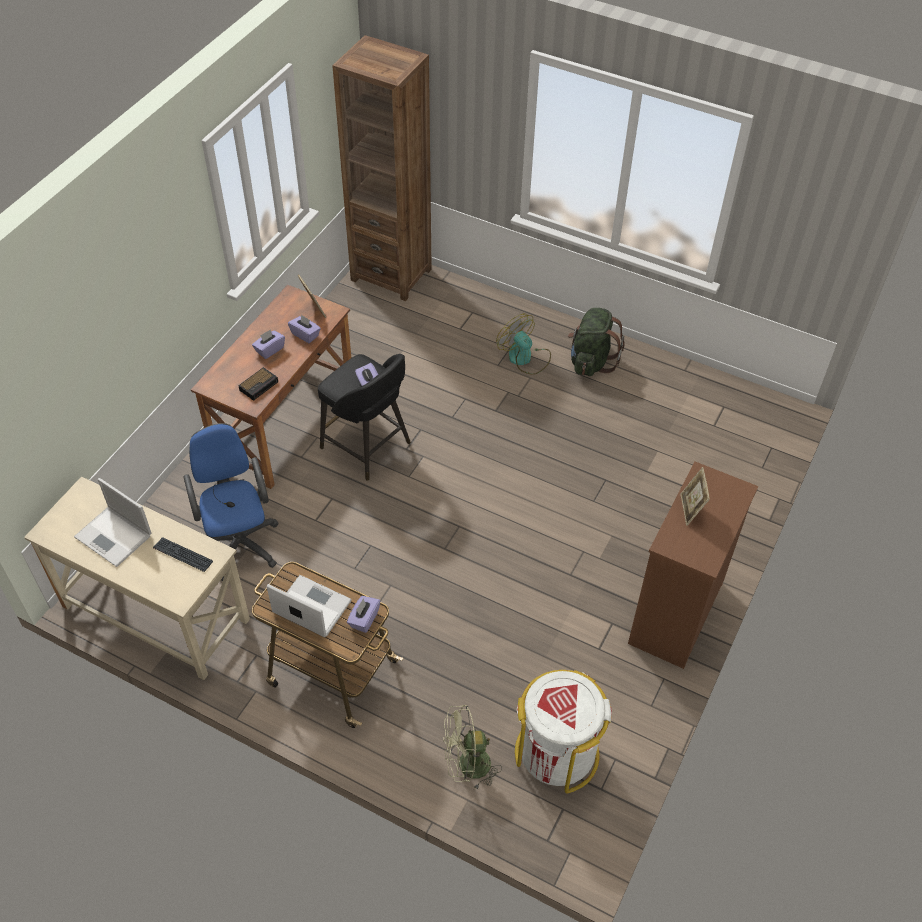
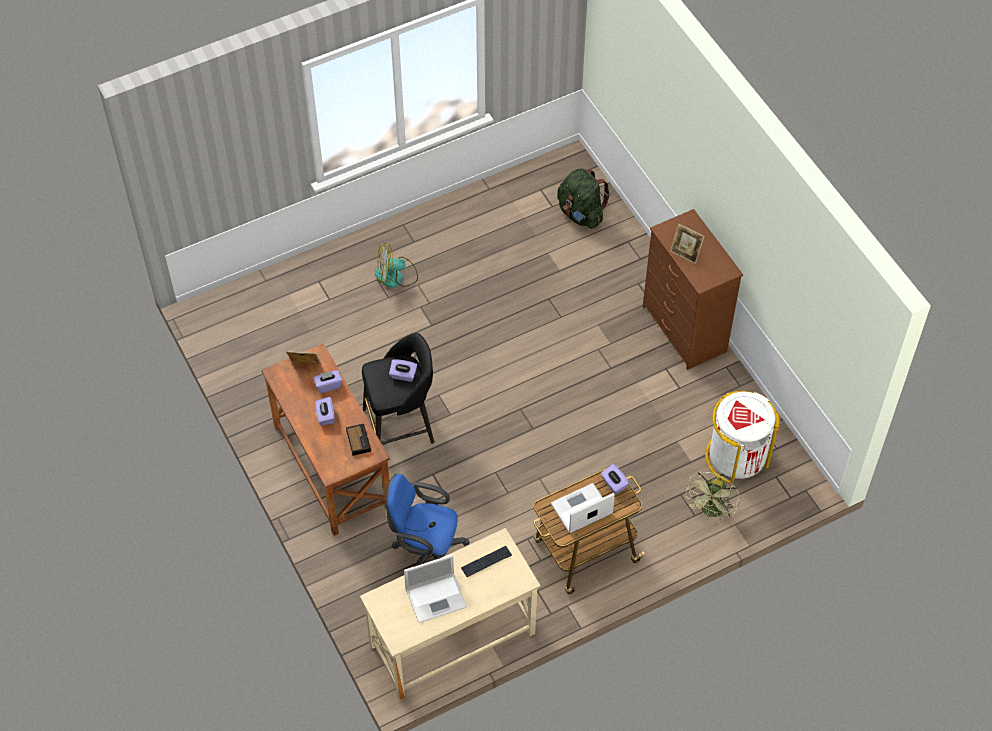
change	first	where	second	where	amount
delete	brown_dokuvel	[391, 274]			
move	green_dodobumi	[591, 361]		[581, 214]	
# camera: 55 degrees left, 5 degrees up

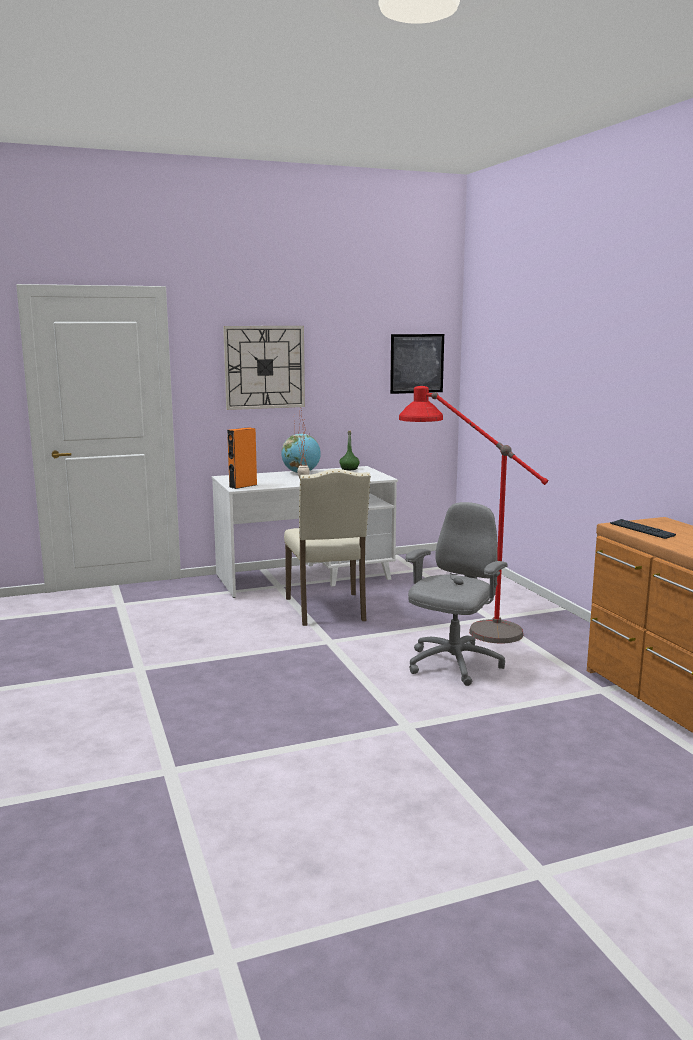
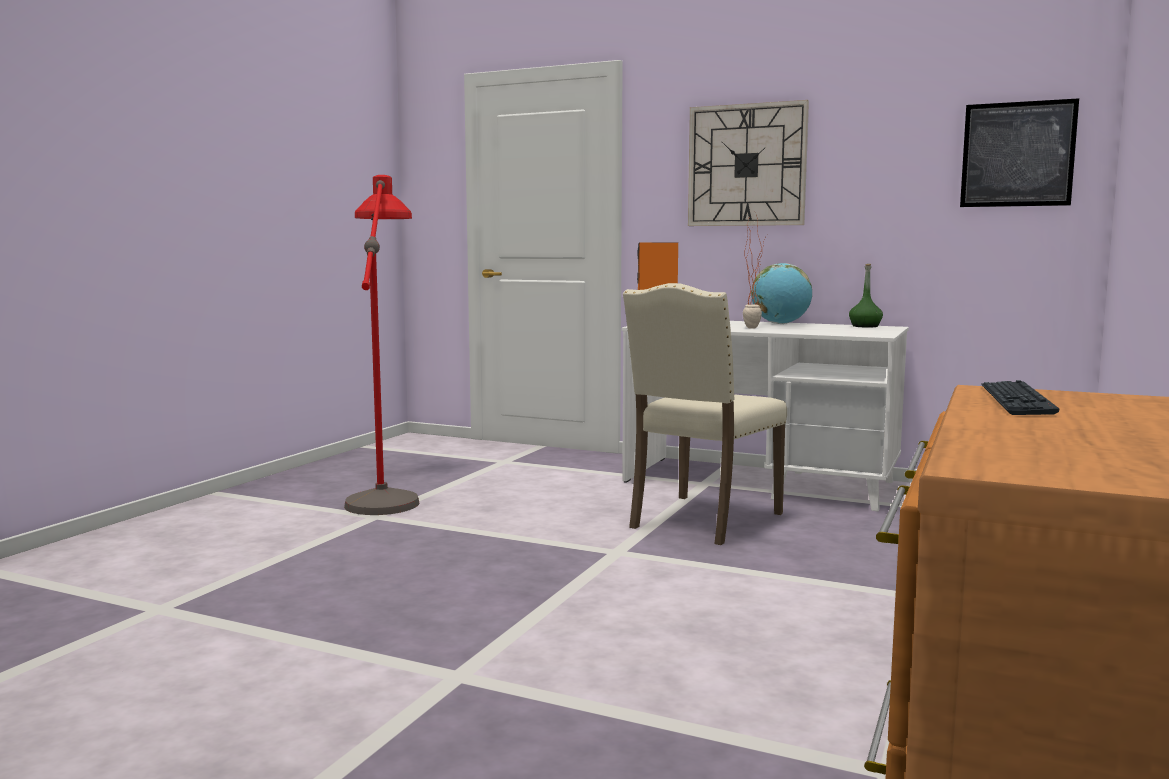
change	first	where	second	where	amount
move	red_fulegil	[462, 624]		[386, 490]	
delete	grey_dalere	[452, 665]			
# camera: 45 degrees right, 5 degrees down

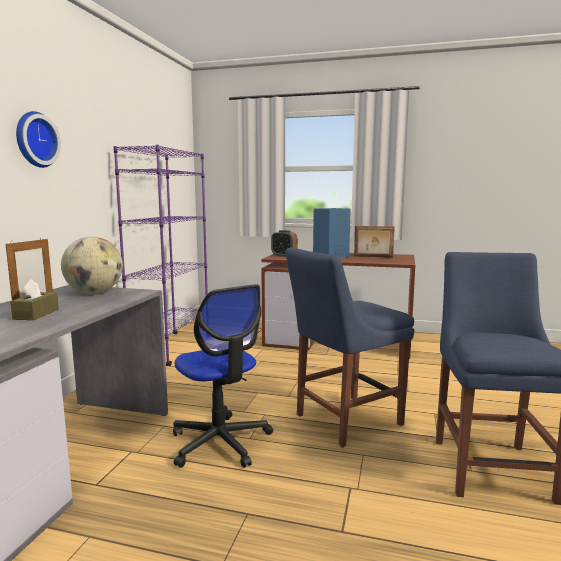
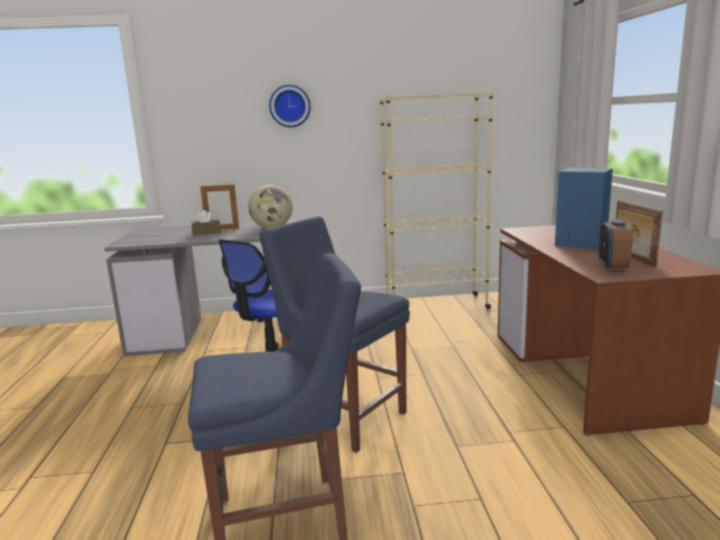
change	first	where	second	where	amount
recolor	purple_dokuvel	[171, 348]	beige_dokuvel	[436, 305]	
move	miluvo	[284, 256]		[612, 266]	
# camera: 70 degrees right, 5 degrees up

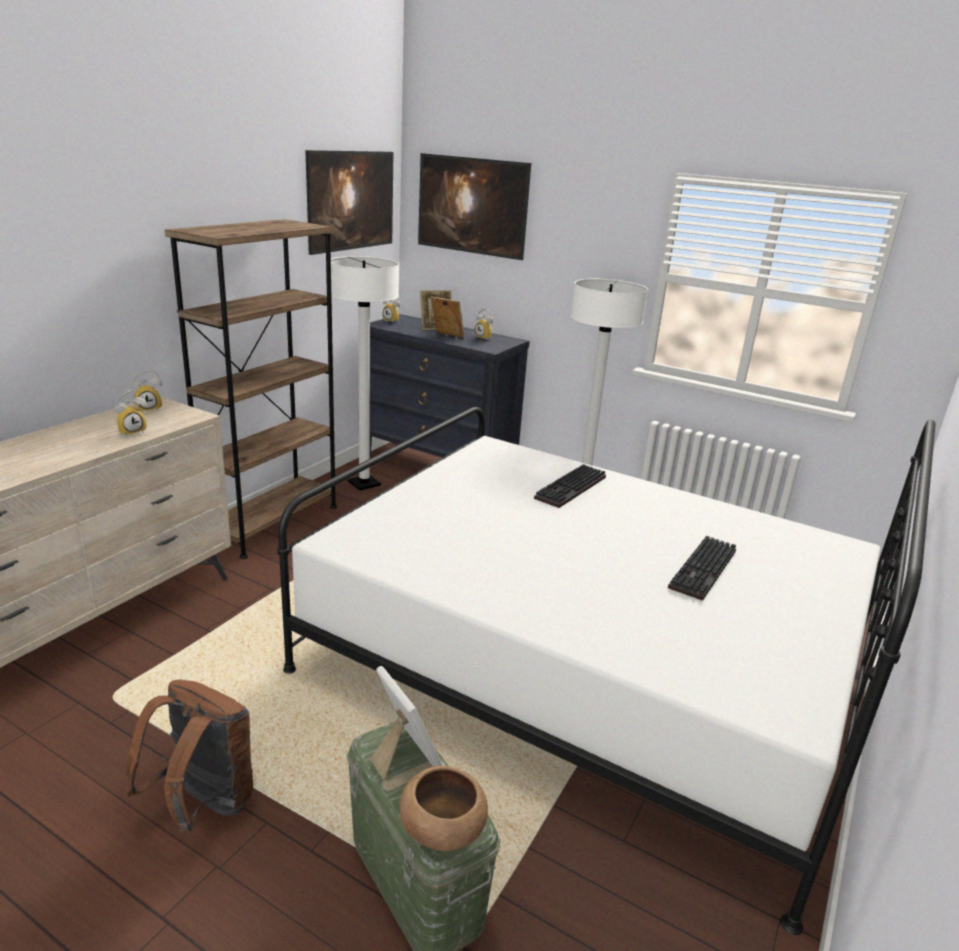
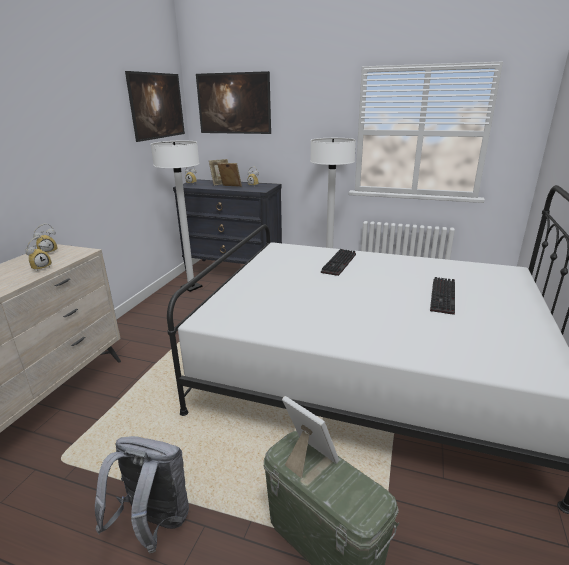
change	first	where	second	where	amount
recolor	brown_dodobumi	[203, 805]	grey_dodobumi	[154, 524]	
delete	brown_dokuvel	[272, 522]			
delete	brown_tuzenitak	[443, 829]			
# camera: 10 degrees left, 0 degrees up

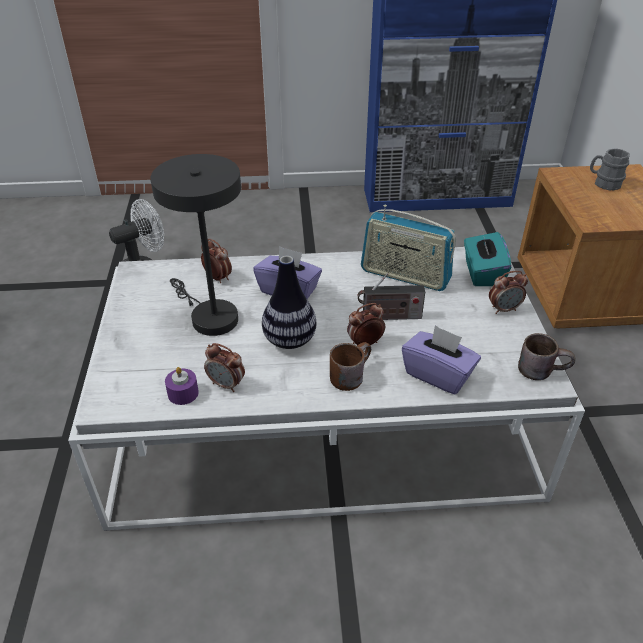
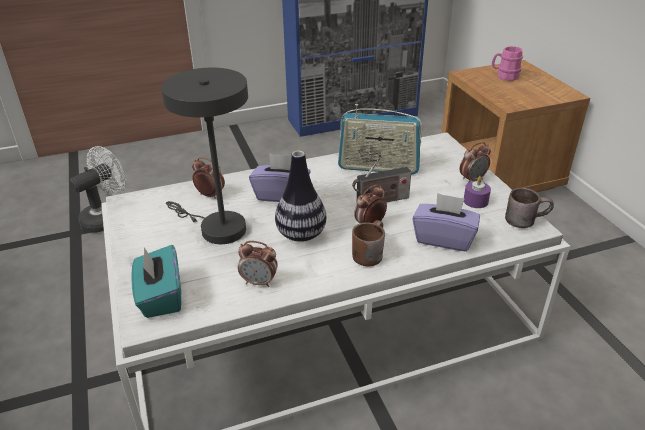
change	first	where	second	where	amount
move	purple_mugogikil	[183, 393]		[475, 201]	
move	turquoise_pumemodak	[482, 273]		[160, 297]	
recolor	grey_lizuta	[604, 183]	pink_lizuta	[504, 76]	
# camera: 15 degrees left, 5 degrees down

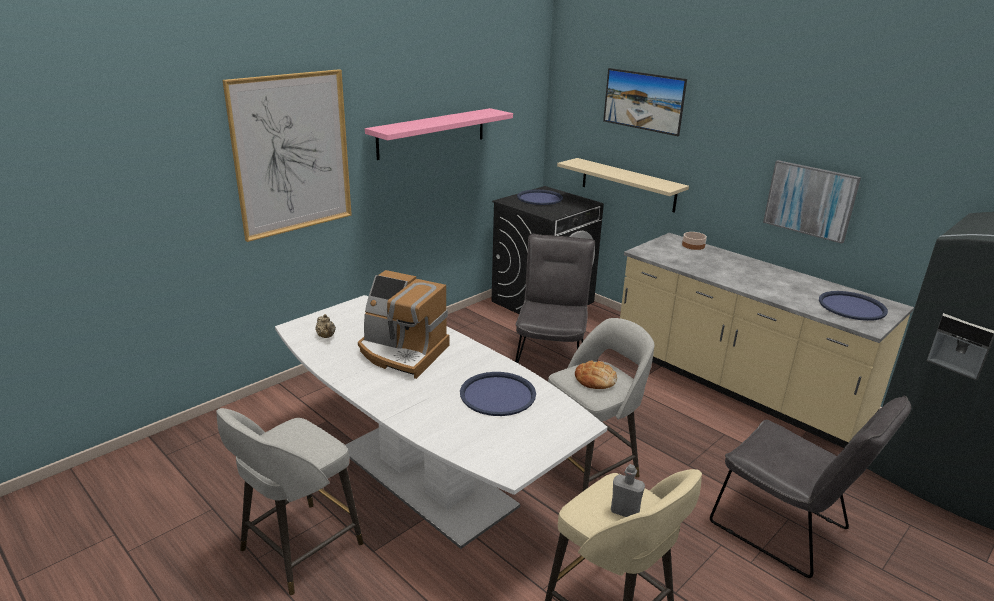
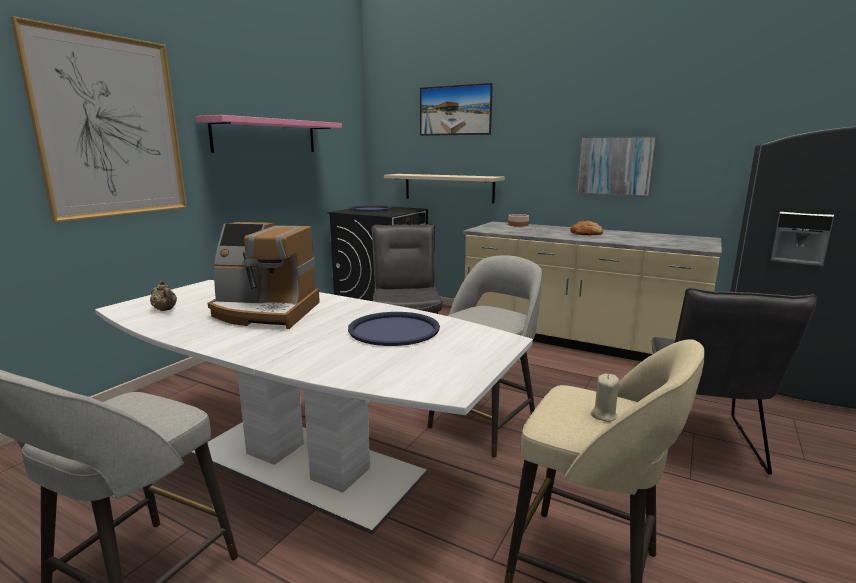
change	first	where	second	where	amount
move	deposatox	[595, 379]		[586, 233]	
replace	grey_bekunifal	[624, 512]	beige_mugogikil	[603, 415]	
rotate	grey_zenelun	[787, 531]		[700, 443]	75 degrees clockwise
delete	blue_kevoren	[851, 307]			
# camera: 15 degrees left, 10 degrees down

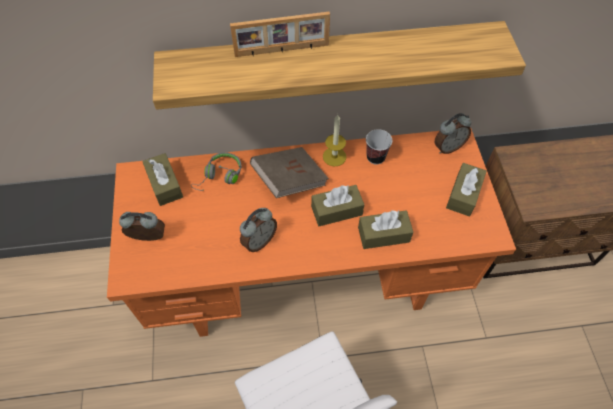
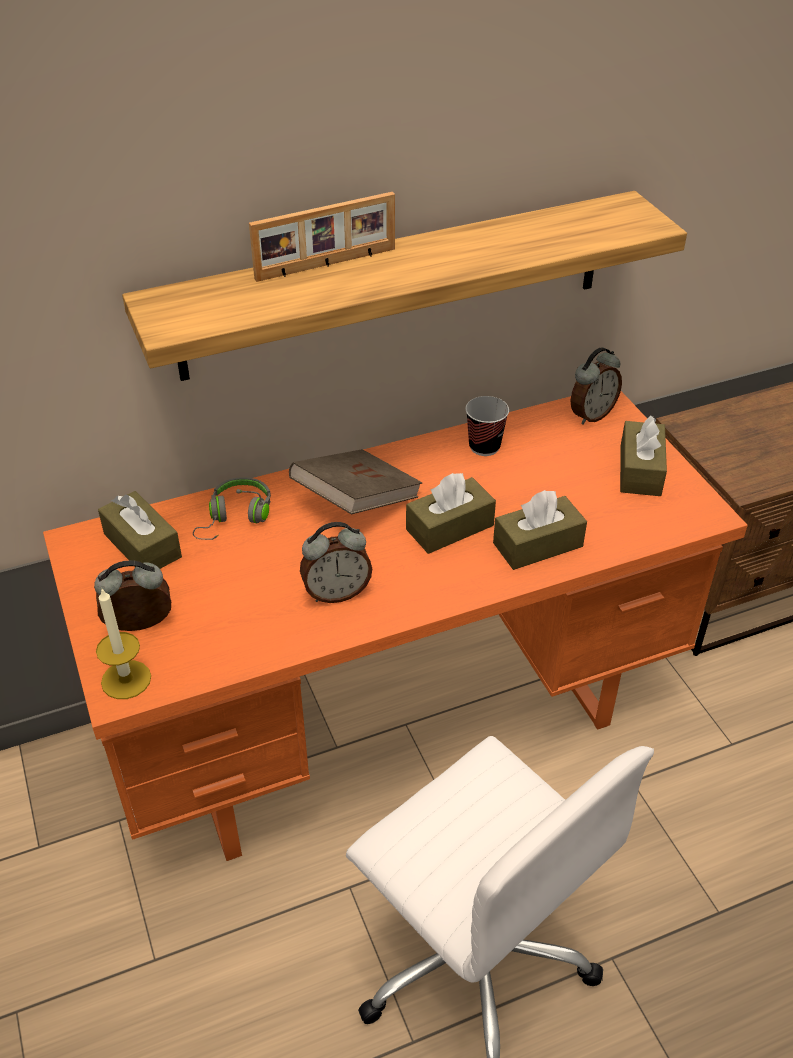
change	first	where	second	where	amount
rotate	miluvo	[259, 241]		[336, 592]	45 degrees clockwise
move	mugogikil	[334, 156]		[126, 679]	
# camera: 15 degrees left, 15 degrees down

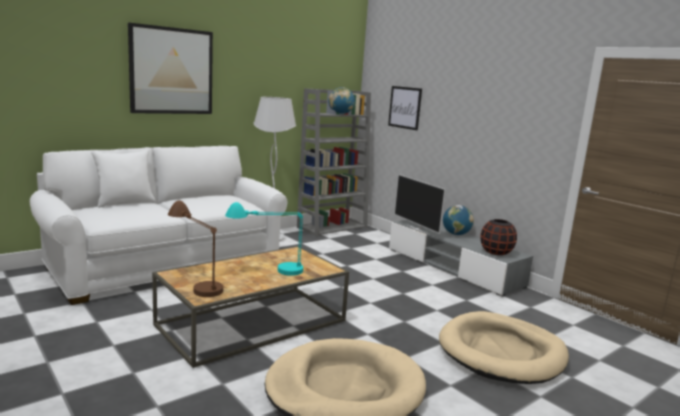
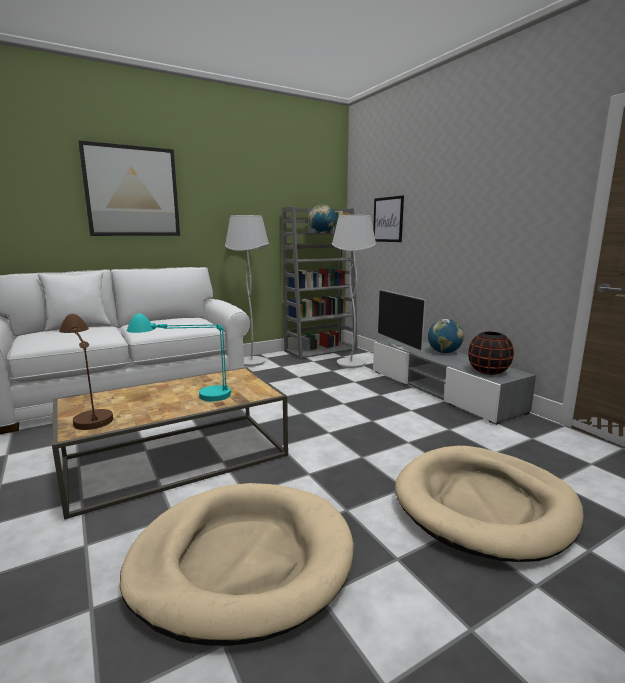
change	first	where	second	where	amount
insert			white_fulegil	[351, 364]	
# camera: 10 degrees right, 0 degrees up

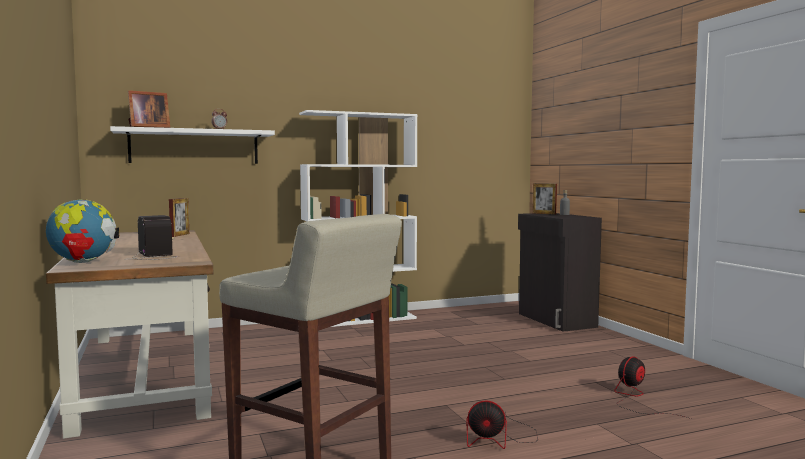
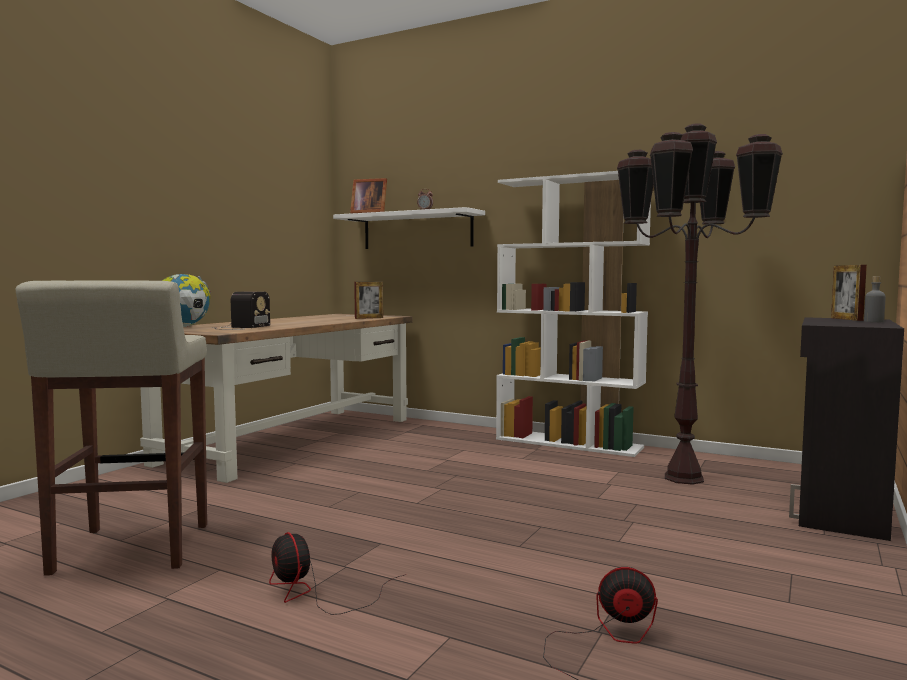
change	first	where	second	where	amount
insert			brown_fulegil	[682, 478]	
# camera: 50 degrees right, 0 degrees up

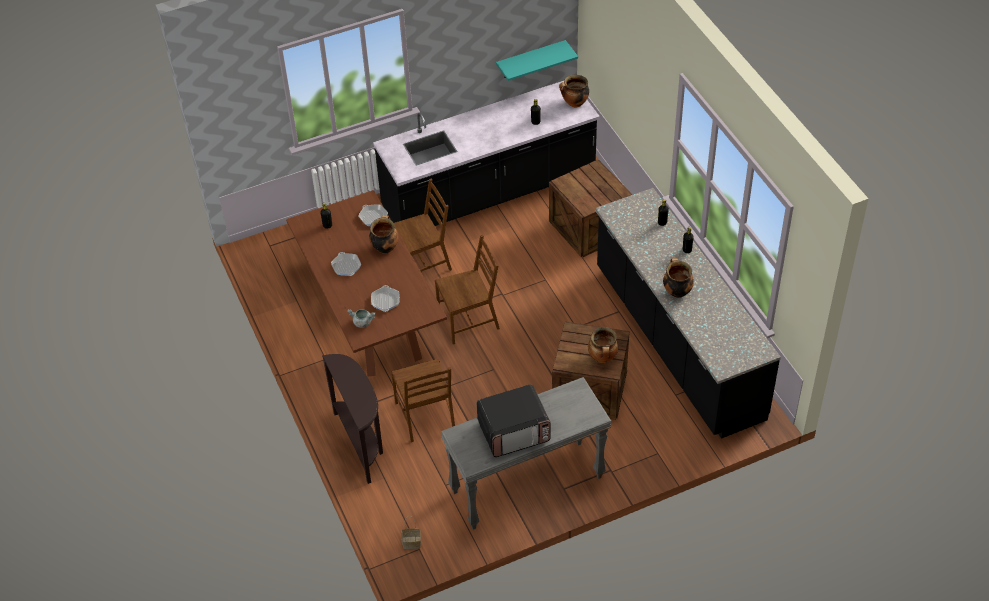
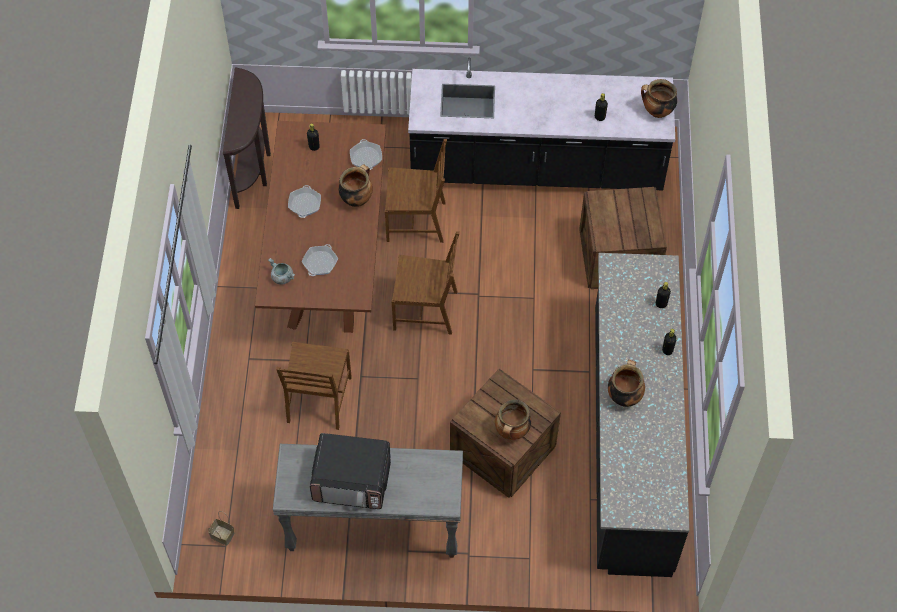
change	first	where	second	where	amount
move	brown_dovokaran	[362, 443]		[254, 168]	
delete	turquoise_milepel	[530, 60]			
# camera: 25 degrees right, 10 degrees up

